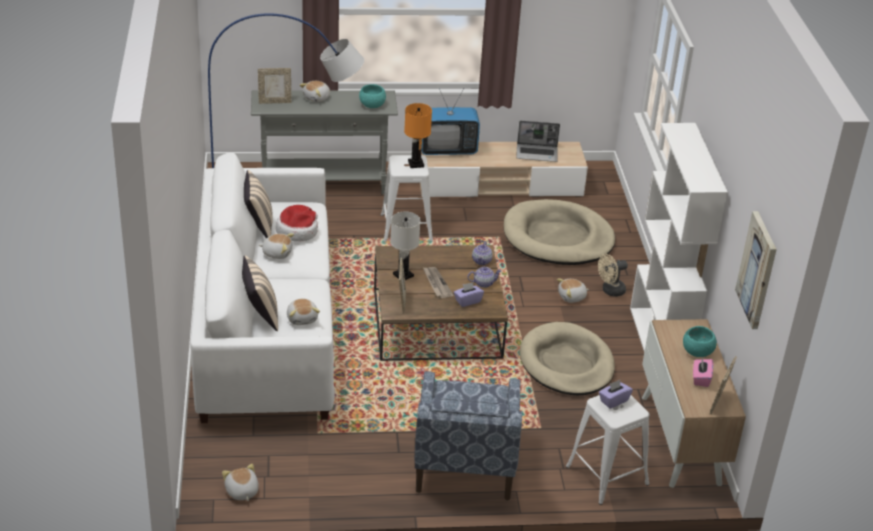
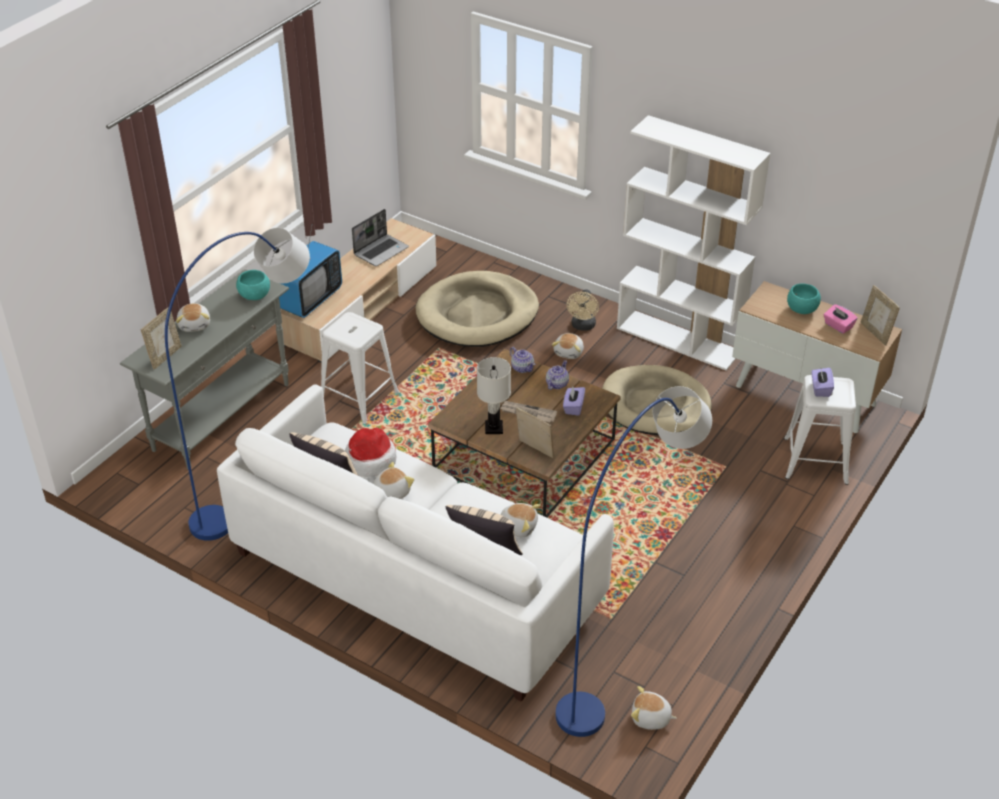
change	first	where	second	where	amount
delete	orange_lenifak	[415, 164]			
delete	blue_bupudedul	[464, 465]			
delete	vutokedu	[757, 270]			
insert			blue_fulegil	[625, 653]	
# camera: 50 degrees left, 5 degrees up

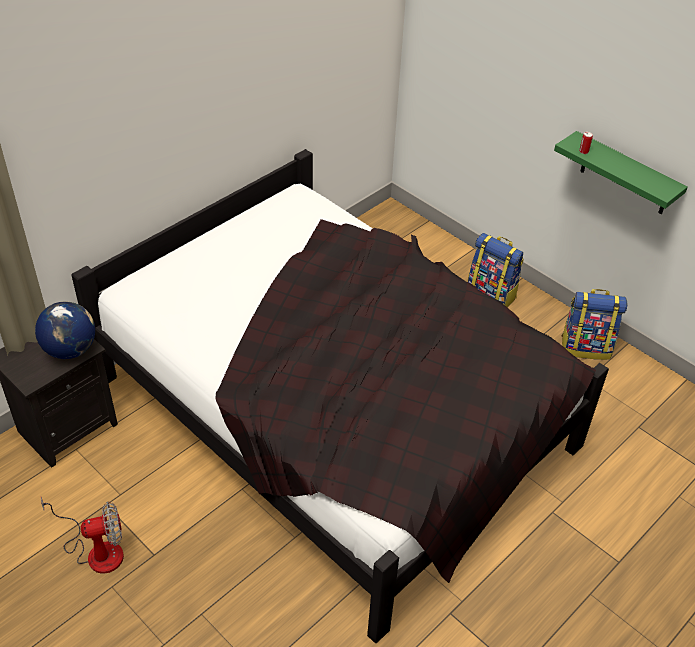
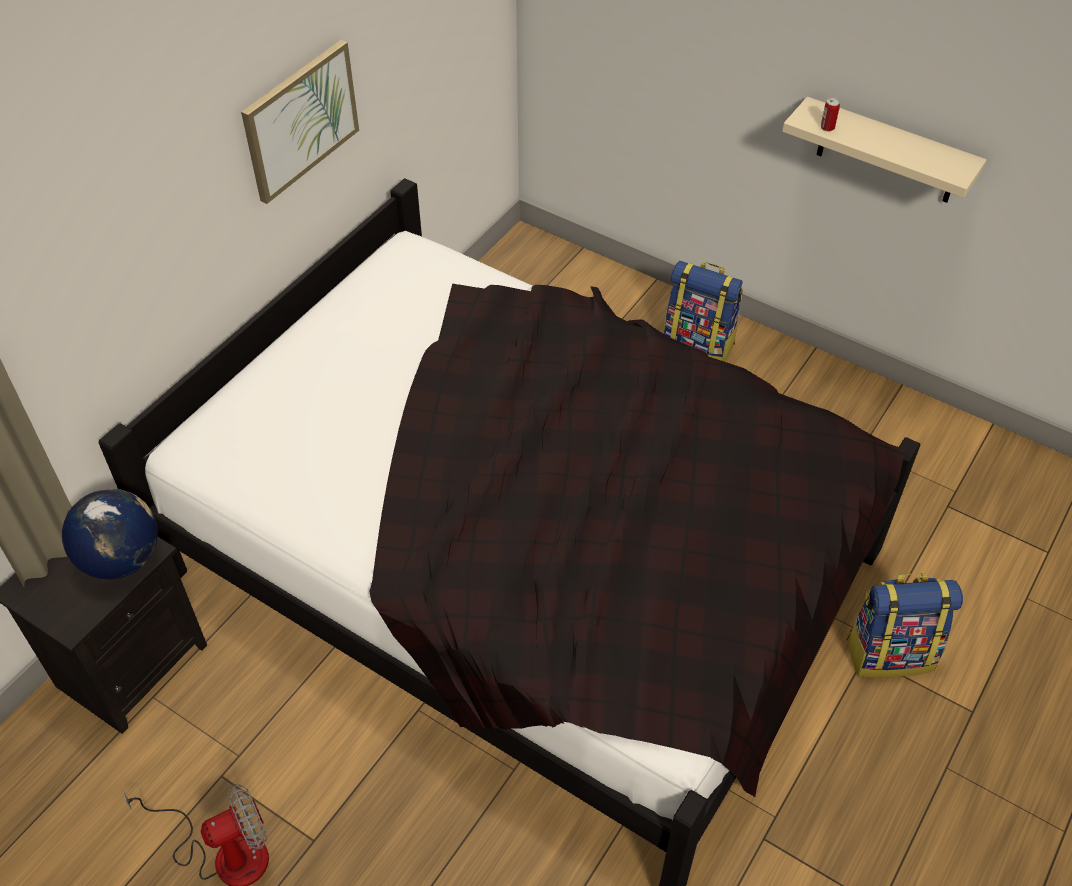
change	first	where	second	where	amount
recolor	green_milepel	[625, 174]	beige_milepel	[887, 152]	
move	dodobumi	[586, 347]		[890, 653]	
insert			vutokedu	[300, 120]	
# camera: 10 degrees left, 5 degrees up

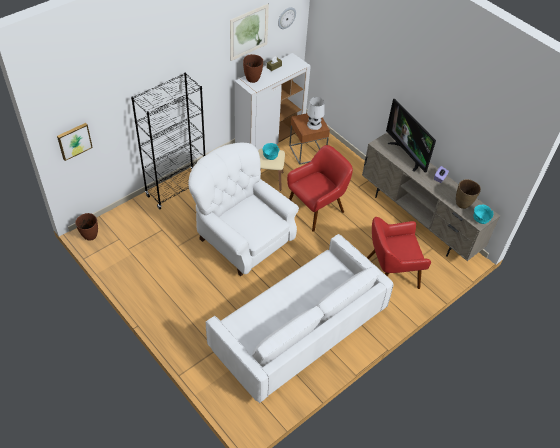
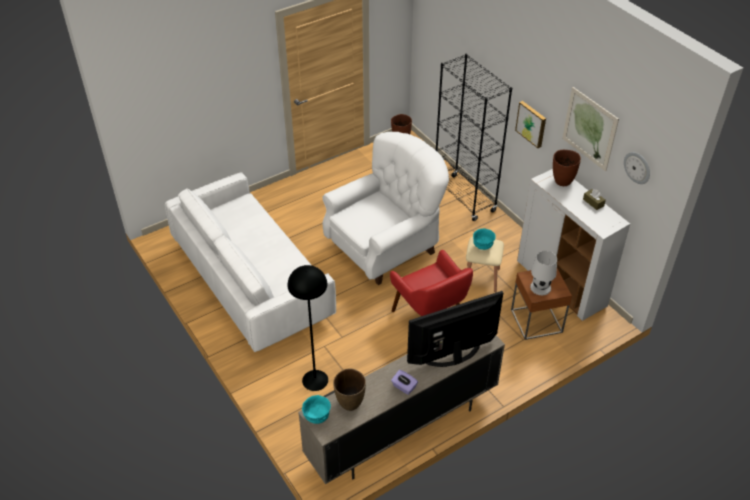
change	first	where	second	where	amount
move	vutokedu	[74, 140]		[531, 123]	
replace	red_bupudedul	[391, 273]	black_fulegil	[315, 380]	
# camera: 100 degrees right, 5 degrees down

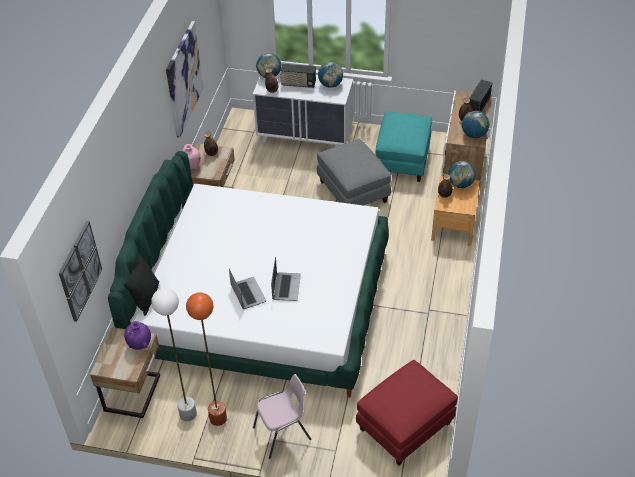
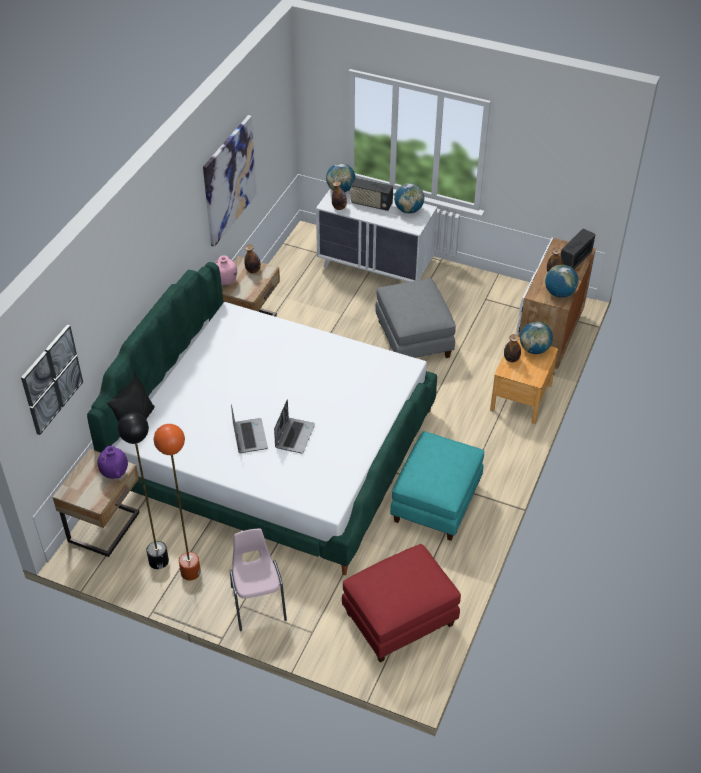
change	first	where	second	where	amount
recolor	white_fulegil	[187, 414]	black_fulegil	[158, 561]	
rotate	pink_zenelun	[283, 434]		[258, 603]	90 degrees counterclockwise
move	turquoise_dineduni	[402, 160]		[435, 502]	
# camera: 10 degrees right, 0 degrees up

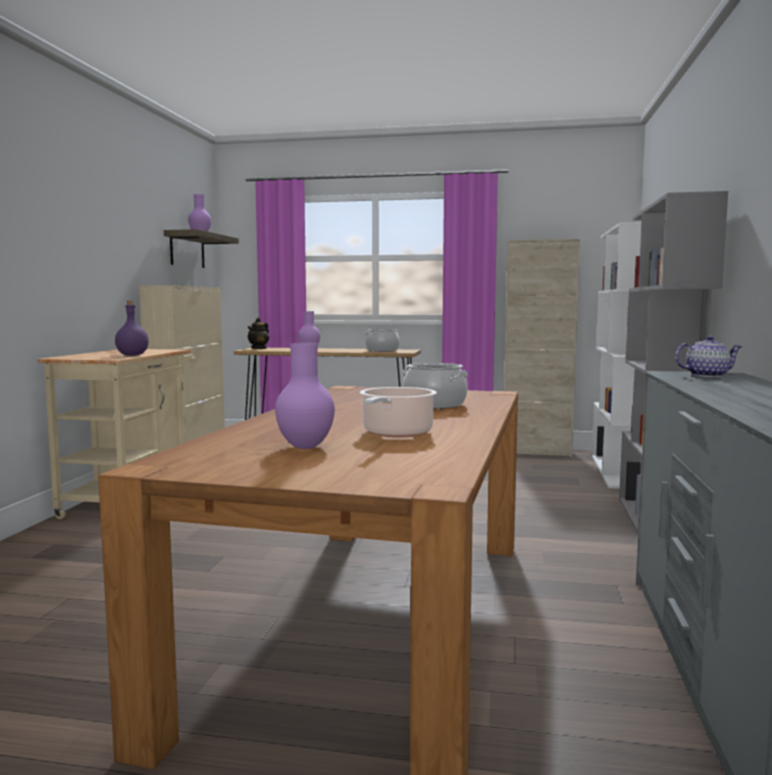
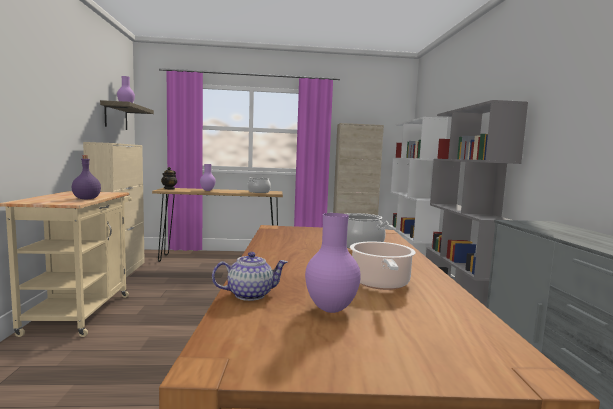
change	first	where	second	where	amount
move	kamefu	[707, 375]		[250, 294]	
# camera: 15 degrees left, 0 degrees up

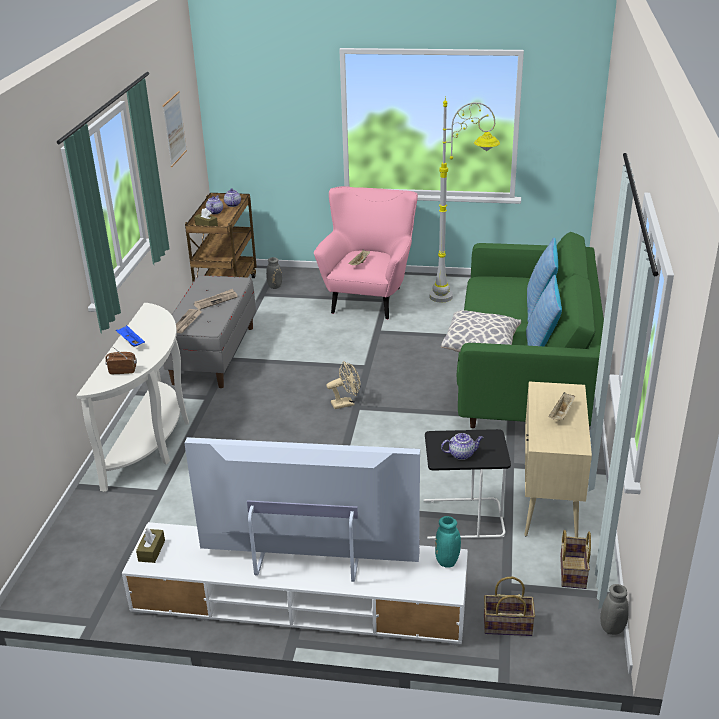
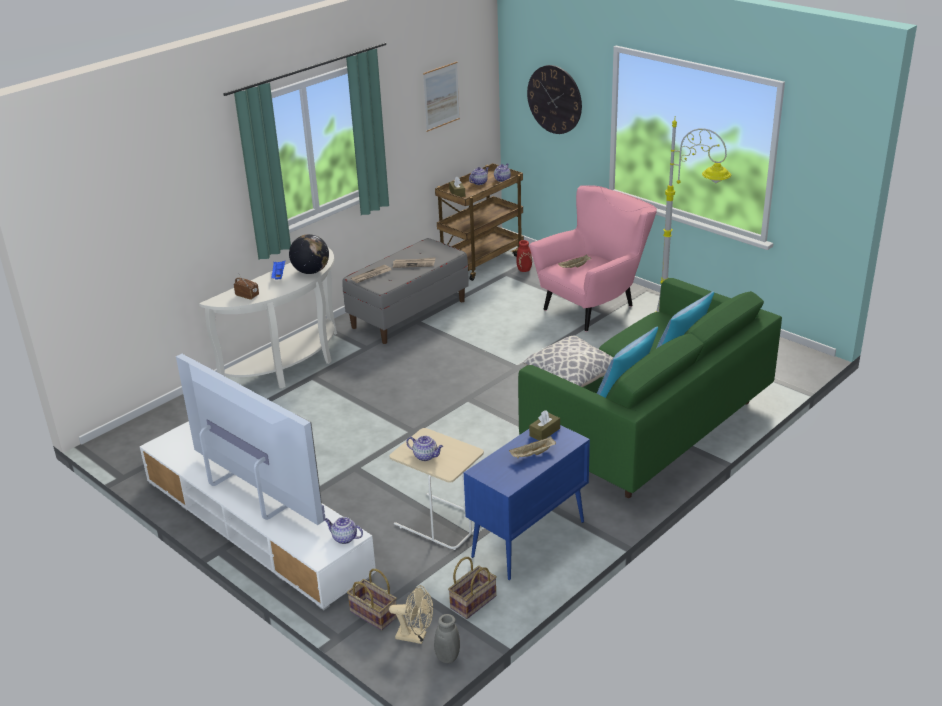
change	first	where	second	where	amount
move	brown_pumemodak	[151, 551]		[544, 432]	
recolor	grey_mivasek	[275, 286]	red_mivasek	[525, 270]	
move	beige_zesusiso	[346, 403]		[416, 636]	
recolor	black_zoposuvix	[462, 519]	beige_zoposuvix	[439, 522]	
replace	turquoise_mivasek	[447, 563]	kamefu	[344, 538]	
recolor	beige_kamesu	[550, 501]	blue_kamesu	[527, 540]	
insert			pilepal	[311, 271]	
insert			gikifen	[554, 99]	
# camera: 35 degrees right, 0 degrees up

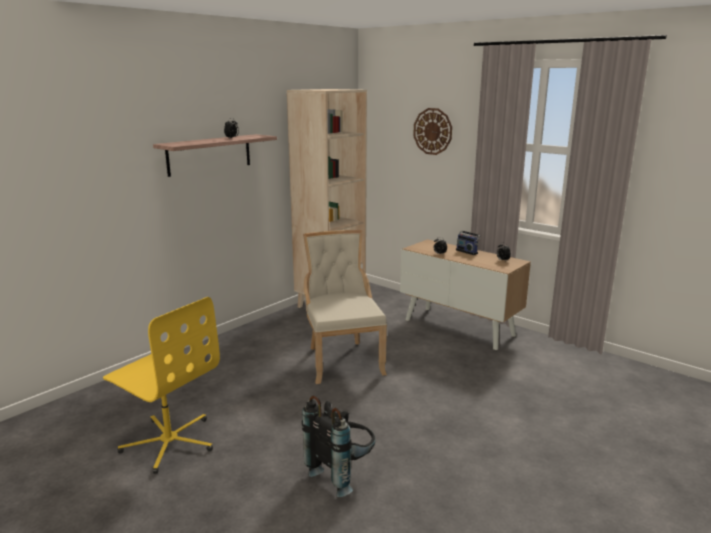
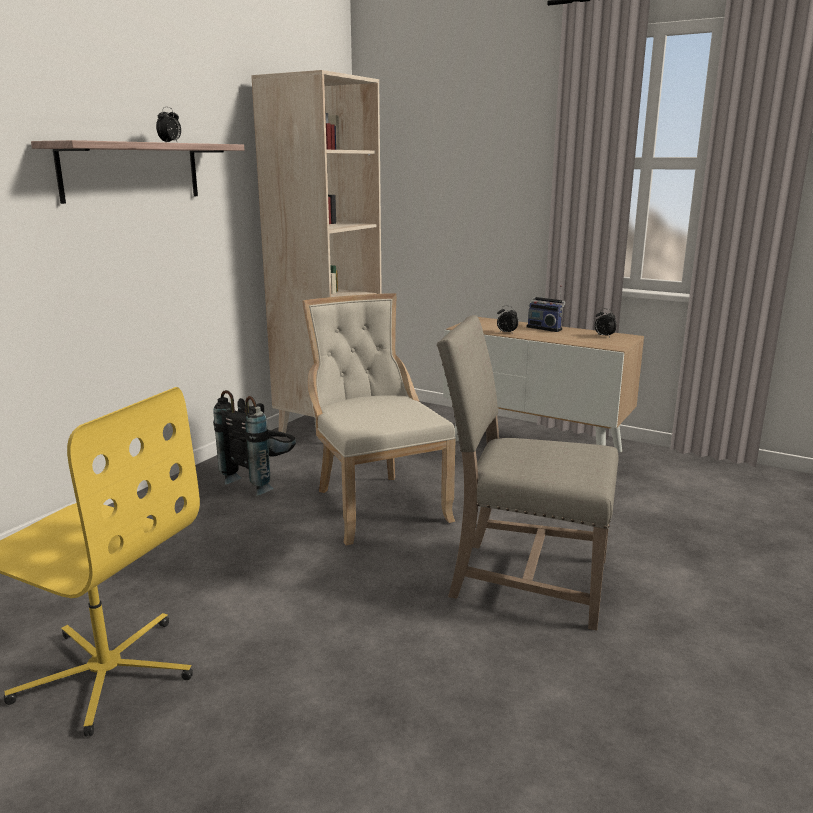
change	first	where	second	where	amount
move	black_dodobumi	[342, 472]		[262, 481]	
delete	gikifen	[432, 131]			
insert			beige_zenelun	[523, 579]	
# camera: 10 degrees left, 0 degrees up

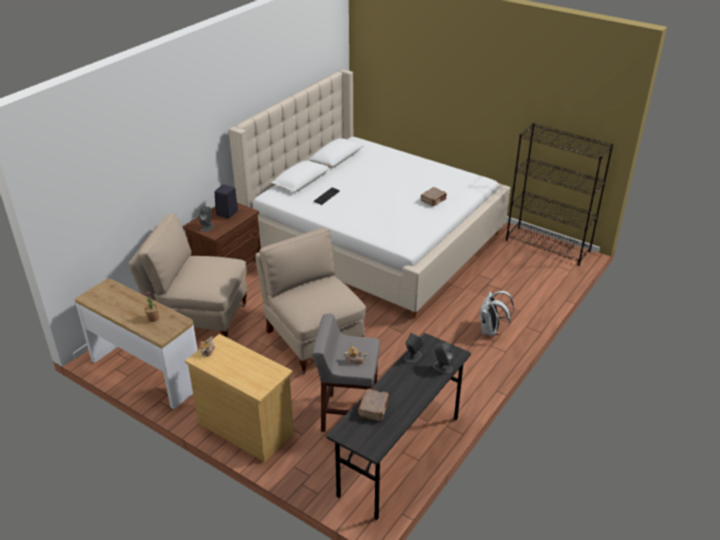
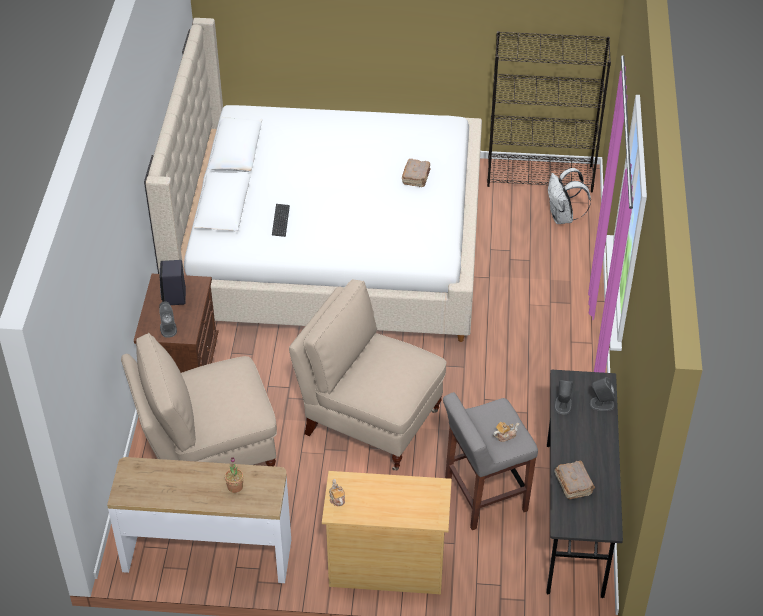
change	first	where	second	where	amount
move	white_dodobumi	[491, 331]		[563, 217]	
# camera: 30 degrees left, 10 degrees up

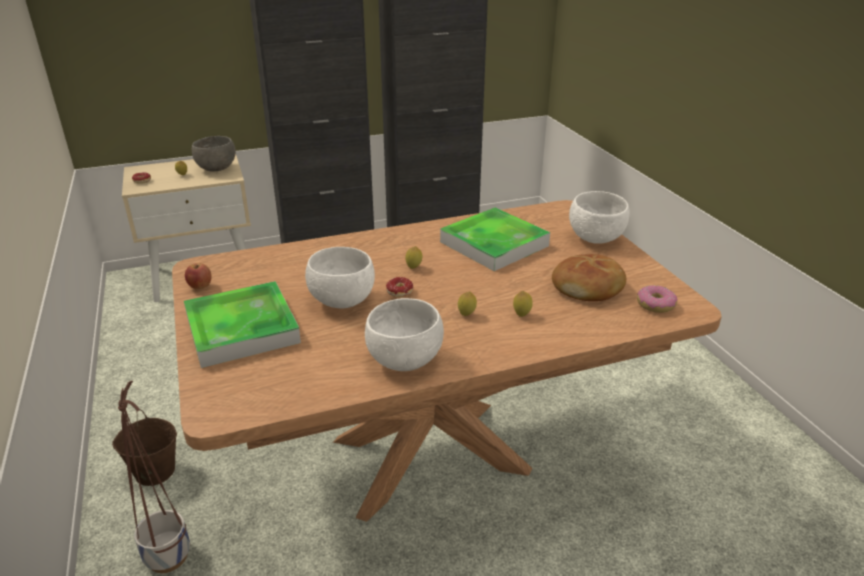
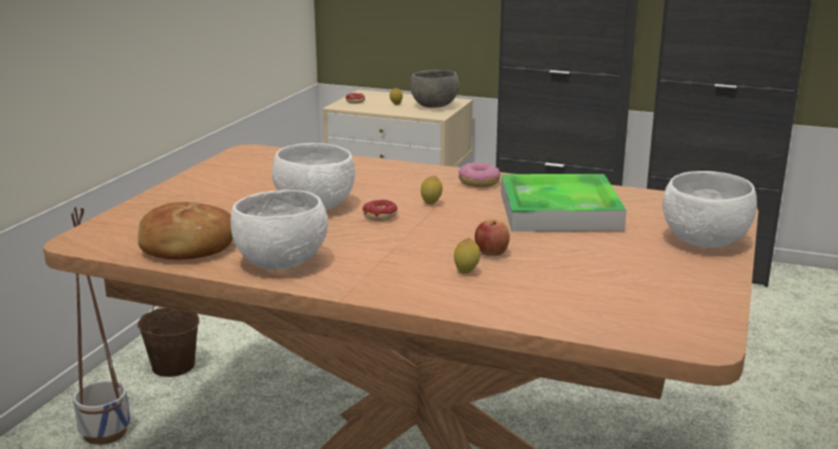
change	first	where	second	where	amount
delete	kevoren	[242, 329]			
move	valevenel	[200, 287]		[491, 253]	
delete	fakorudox	[466, 315]			
move	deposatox	[588, 287]		[187, 247]	
move	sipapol	[655, 305]		[478, 182]	
# camera: 40 degrees right, 10 degrees down

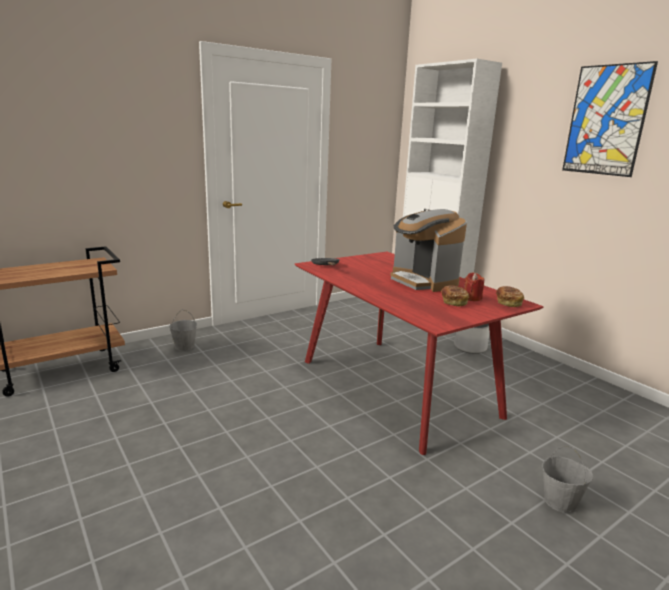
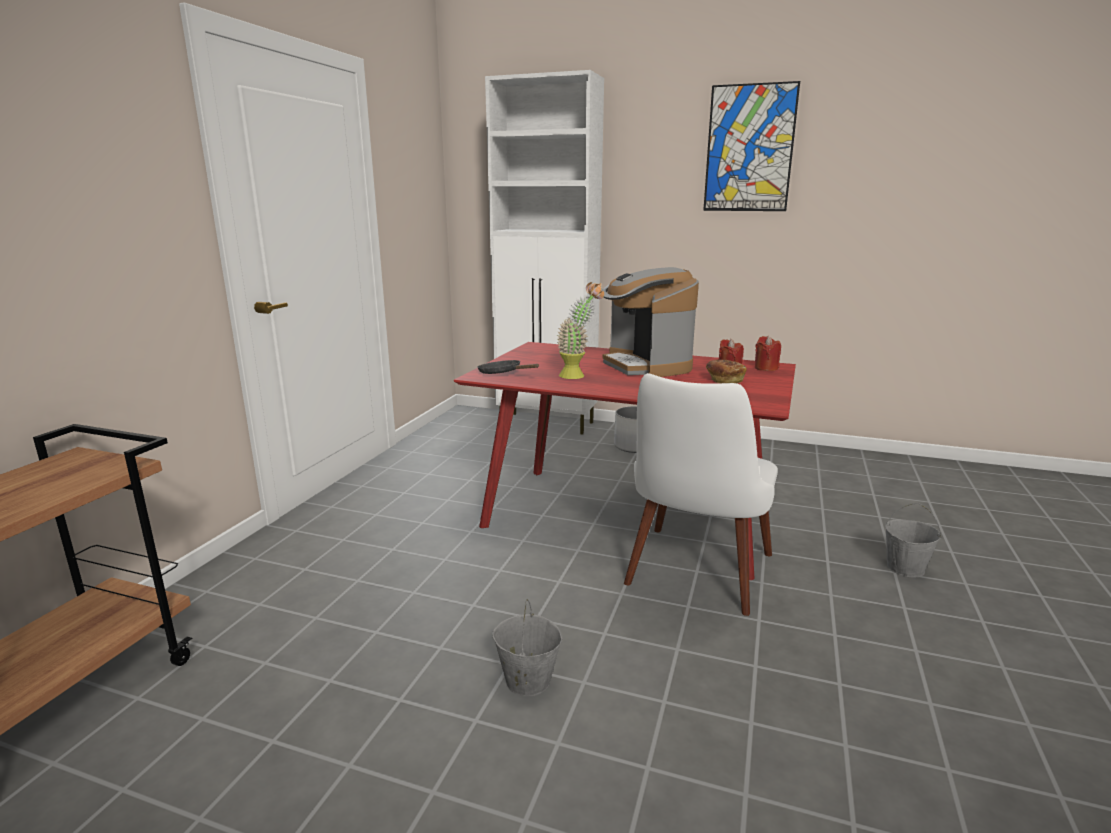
change	first	where	second	where	amount
move	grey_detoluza	[184, 346]		[527, 680]	
rotate	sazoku	[423, 281]		[646, 366]	45 degrees clockwise
replace	deposatox	[508, 303]	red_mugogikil	[766, 368]	
insert			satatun	[578, 375]	
insert			white_zenelun	[694, 579]	
# camera: 35 degrees left, 0 degrees up

